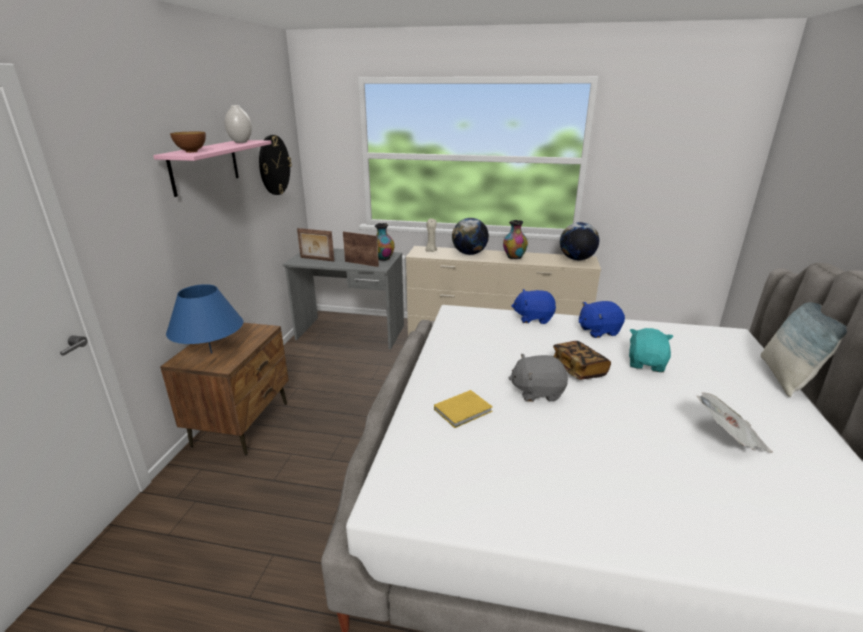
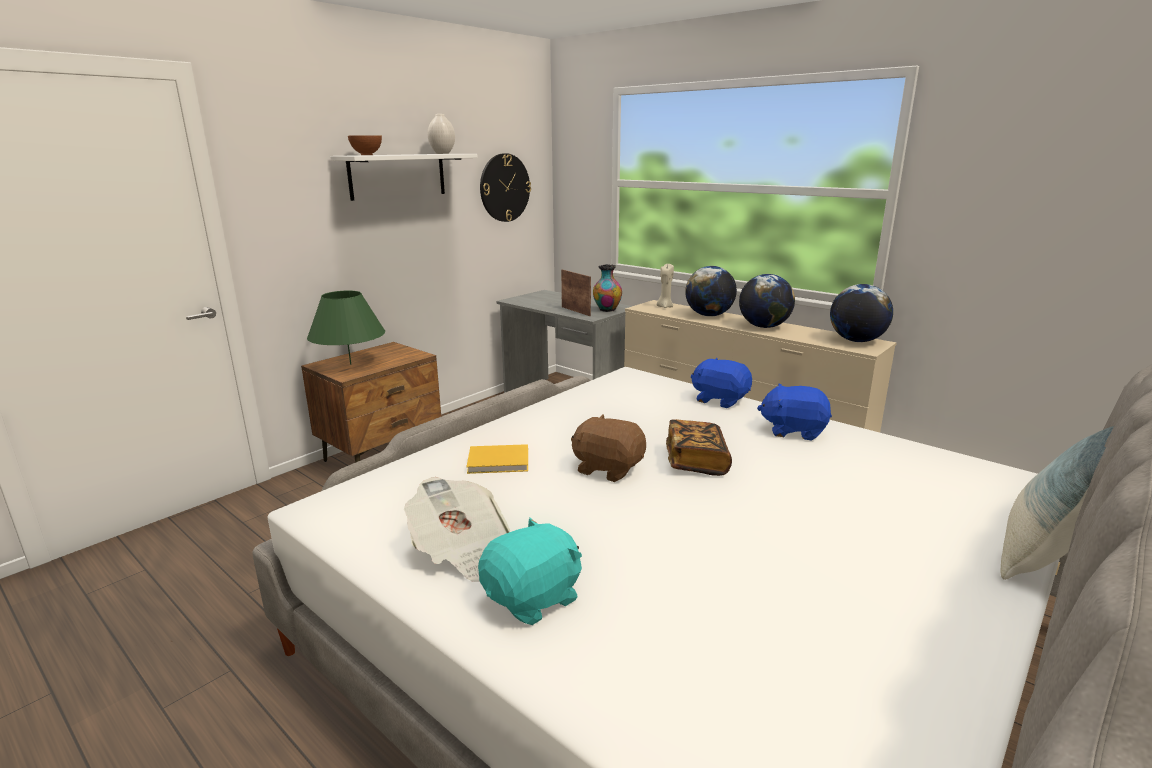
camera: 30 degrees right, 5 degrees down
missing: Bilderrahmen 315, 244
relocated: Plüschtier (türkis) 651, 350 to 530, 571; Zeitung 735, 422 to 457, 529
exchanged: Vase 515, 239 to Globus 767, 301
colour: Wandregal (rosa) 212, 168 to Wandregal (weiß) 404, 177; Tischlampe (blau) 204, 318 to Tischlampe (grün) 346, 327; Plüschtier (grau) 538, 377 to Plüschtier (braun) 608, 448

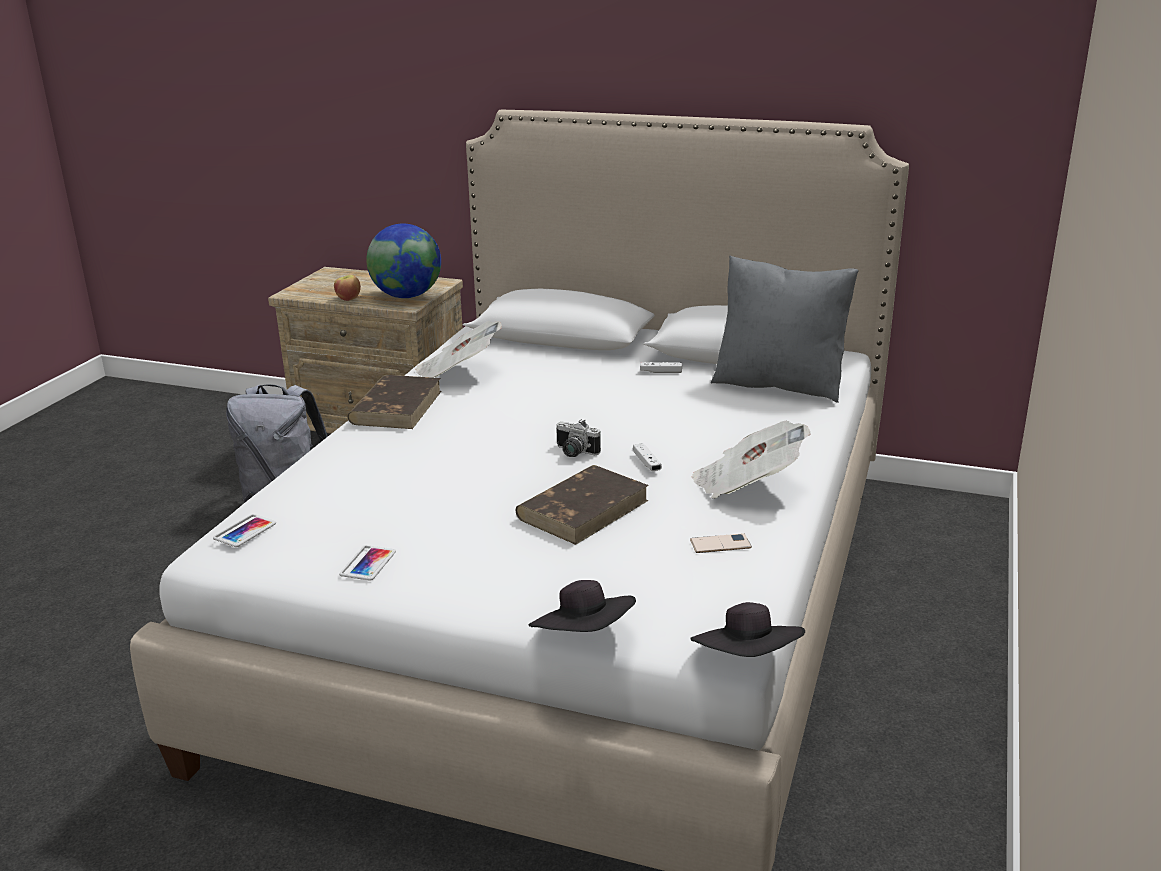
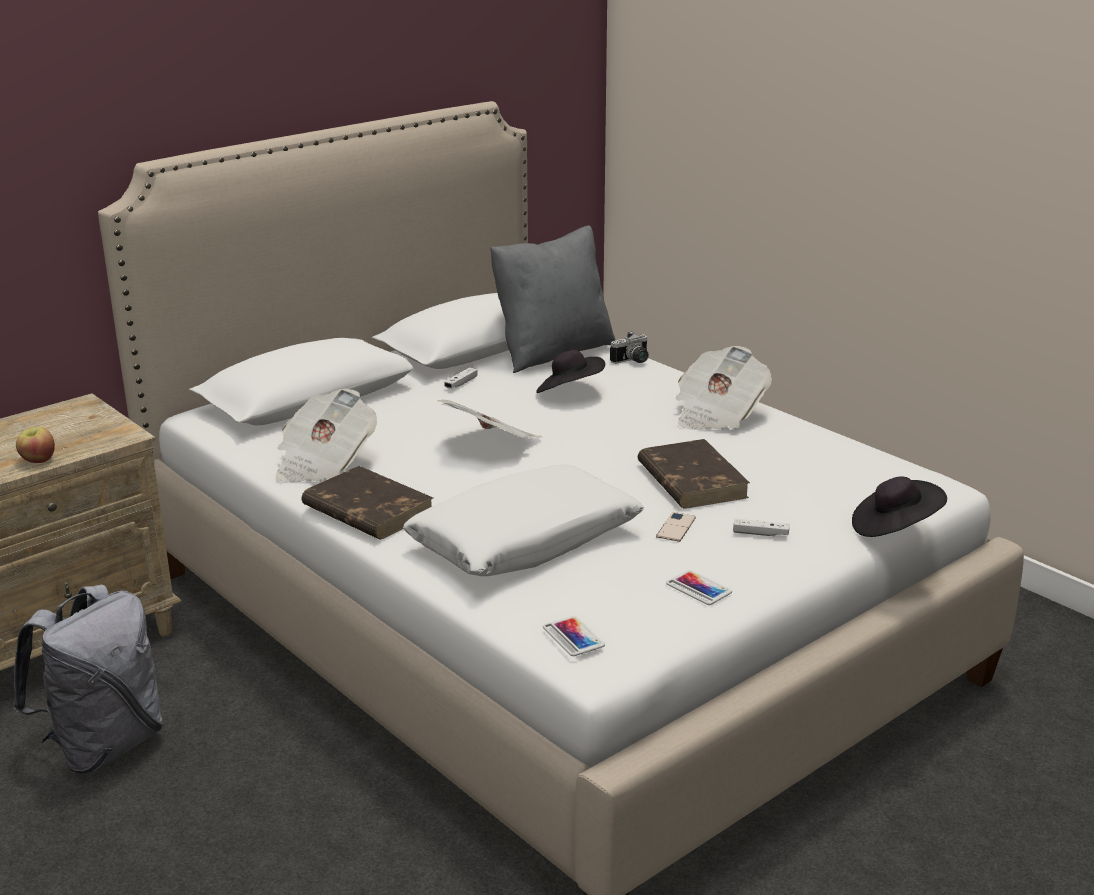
camera: 60 degrees left, 0 degrees up
missing: Globus 403, 260
appeared: Zeitung 490, 419; Kissen (weiß) 523, 520
relocated: Kamera 578, 438 to 629, 347; Gamepad (weiß) 647, 457 to 761, 527; Handy 721, 543 to 676, 527; Hut (schwarz) 747, 629 to 570, 371

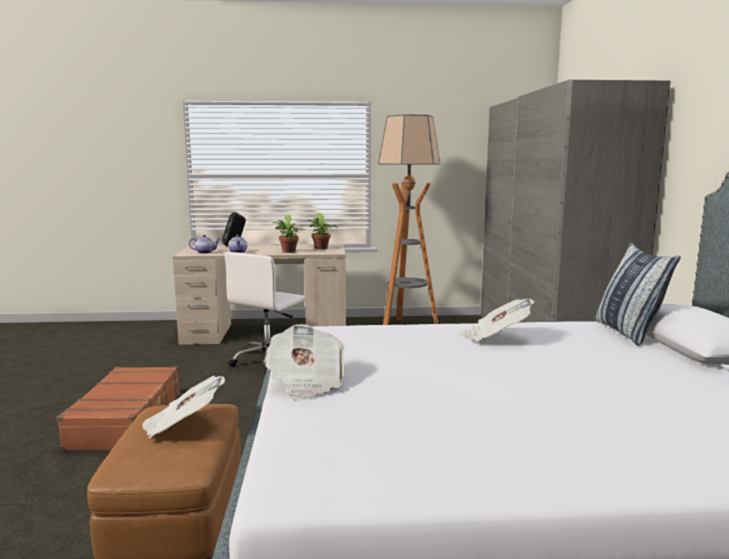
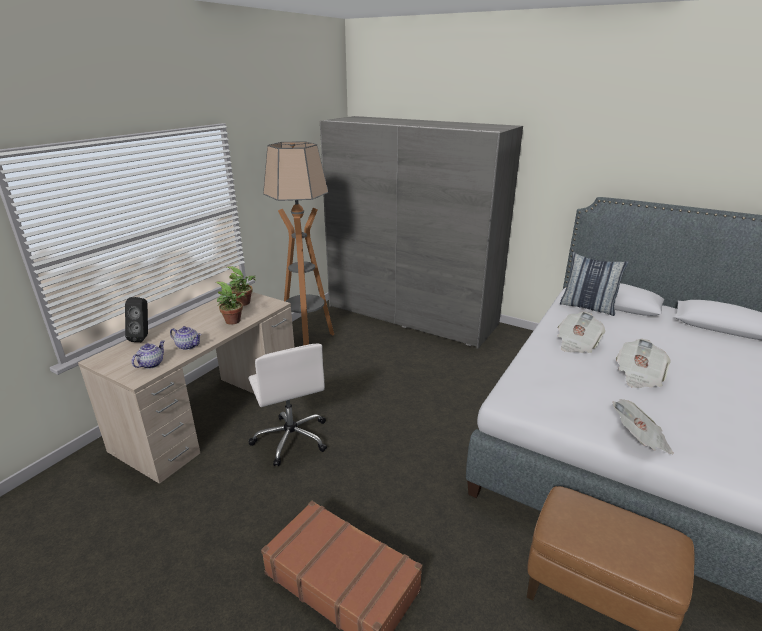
camera: 55 degrees left, 15 degrees up
relocated: Zeitung 183, 407 to 643, 363

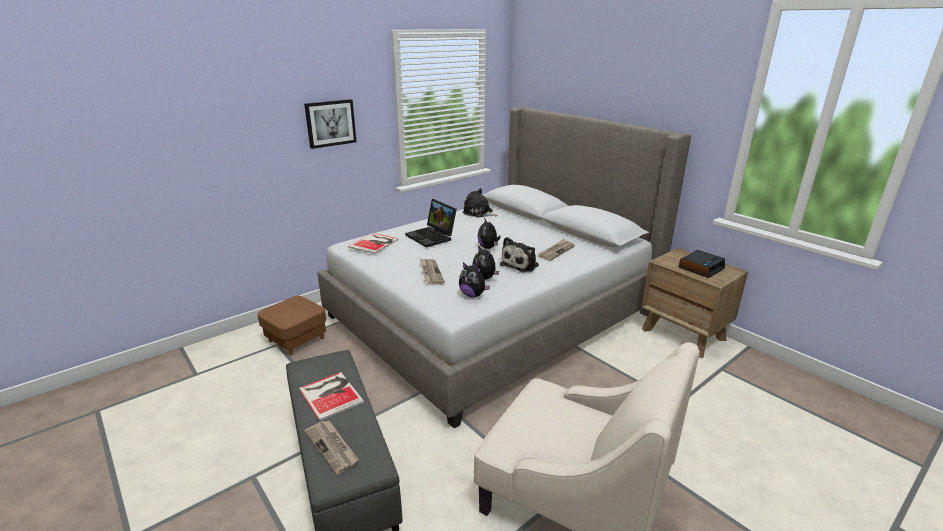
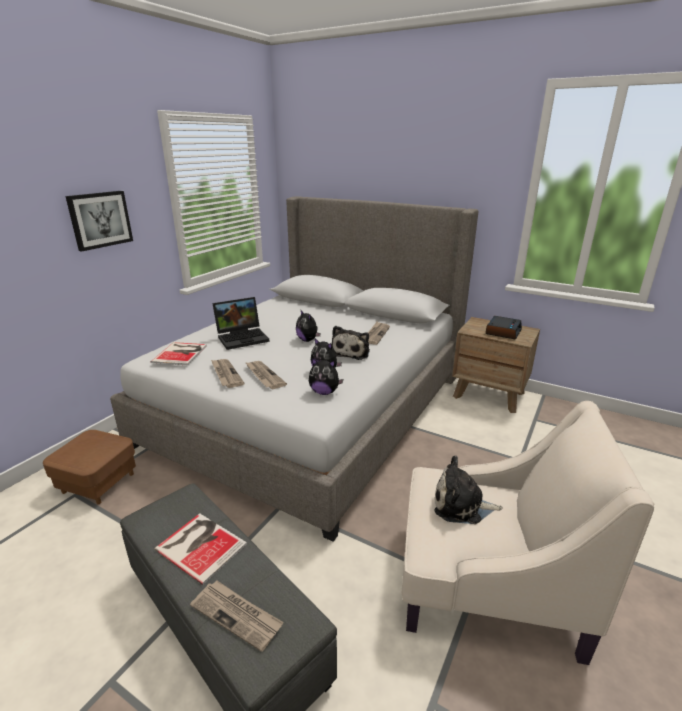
camera: 20 degrees left, 0 degrees up
appeared: Zeitung 228, 373
relocated: Plüschtier 480, 202 to 468, 490
spun: Laptop 431, 223 = 241, 323 60 degrees counterclockwise

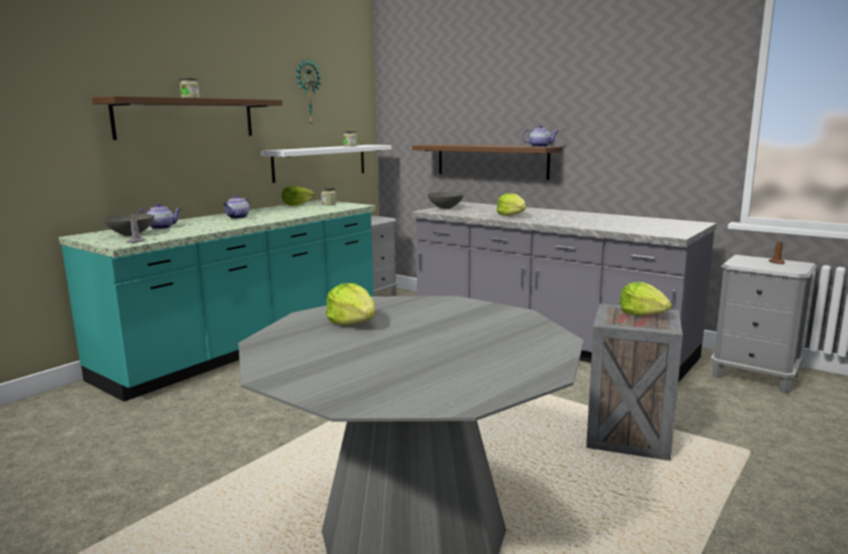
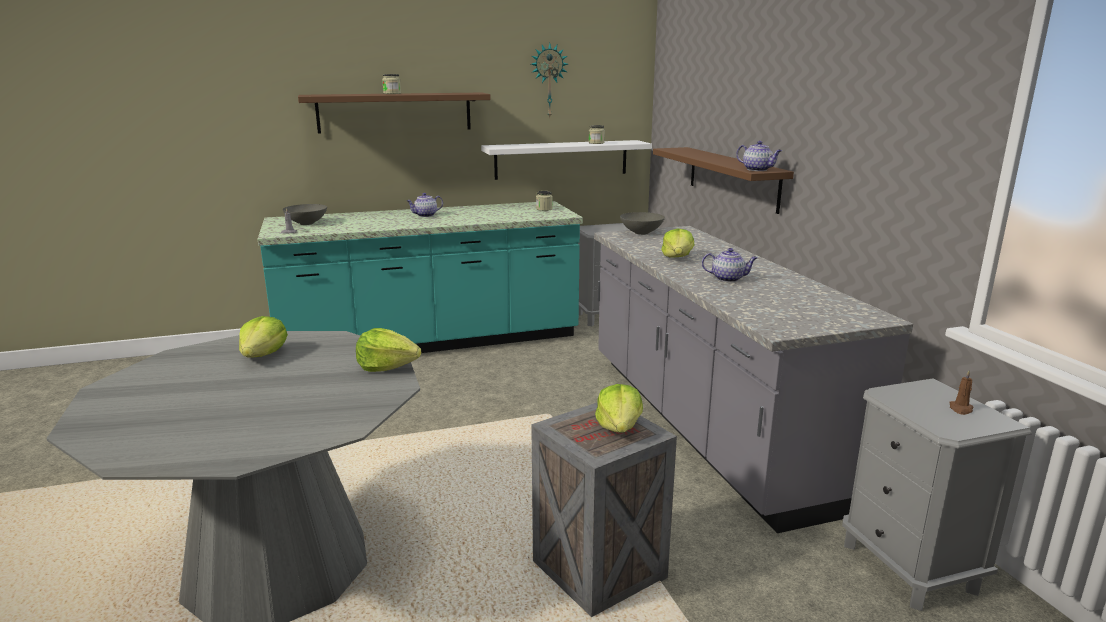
camera: 35 degrees right, 5 degrees up
relocated: Salatkopf 298, 196 to 388, 350; Teekanne 159, 216 to 729, 265

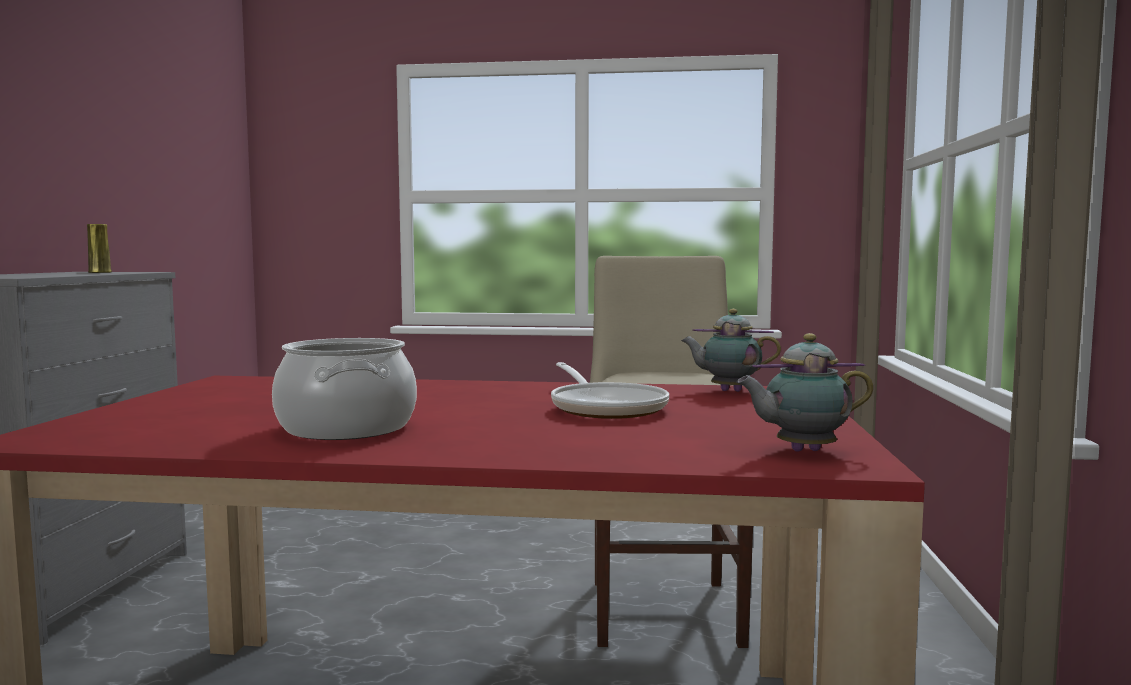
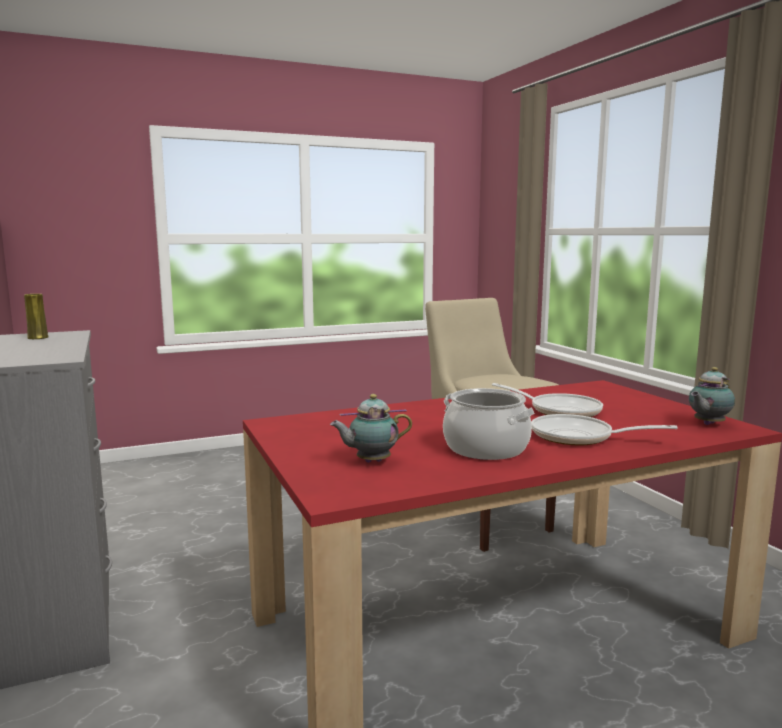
camera: 30 degrees left, 5 degrees up
appeared: Pfanne 604, 429
relocated: Teekanne 731, 350 to 371, 428

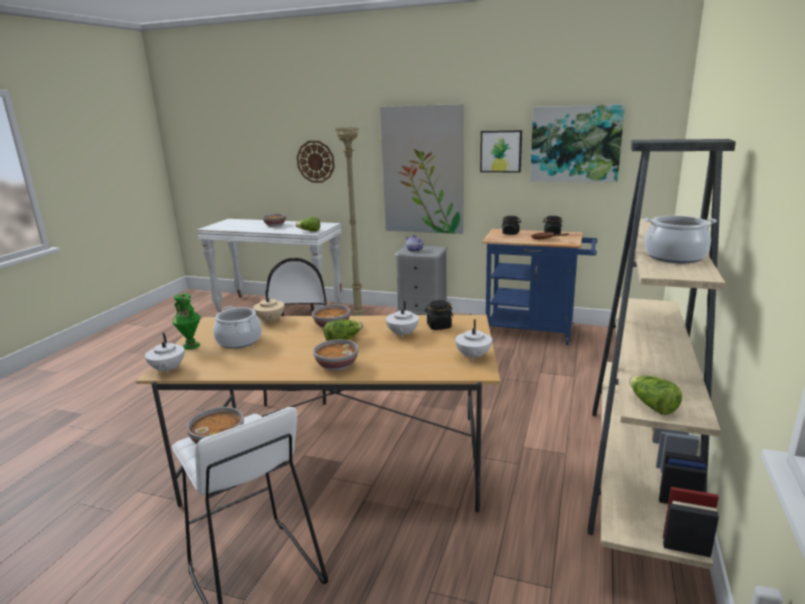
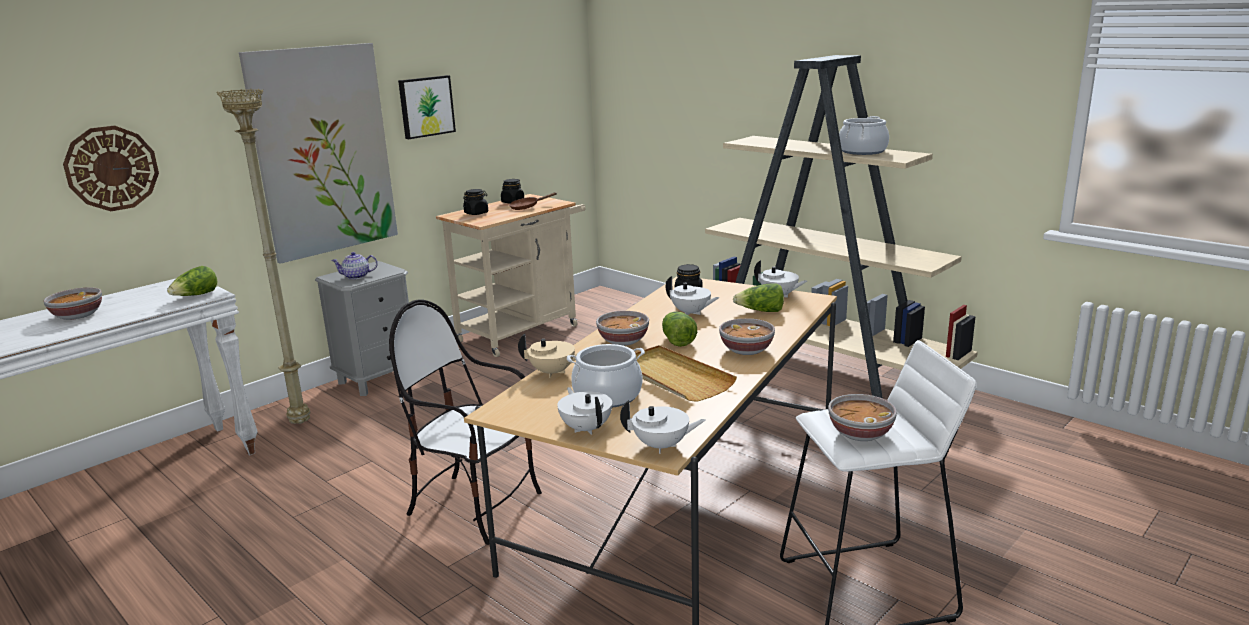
camera: 65 degrees left, 0 degrees up
missing: Bild 577, 143
appeared: Tablett (beige) 686, 373
relocated: Salatkopf 655, 395 to 758, 298
exchanged: Vase (grün) 186, 321 to Teekanne (weiß) 584, 411
colour: Rollwagen (blau) 539, 287 to Rollwagen (beige) 511, 275

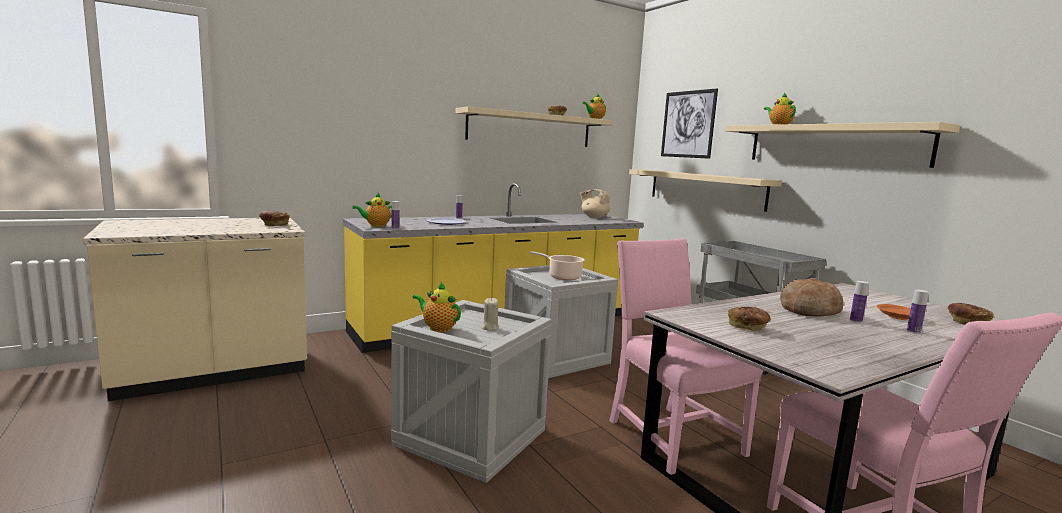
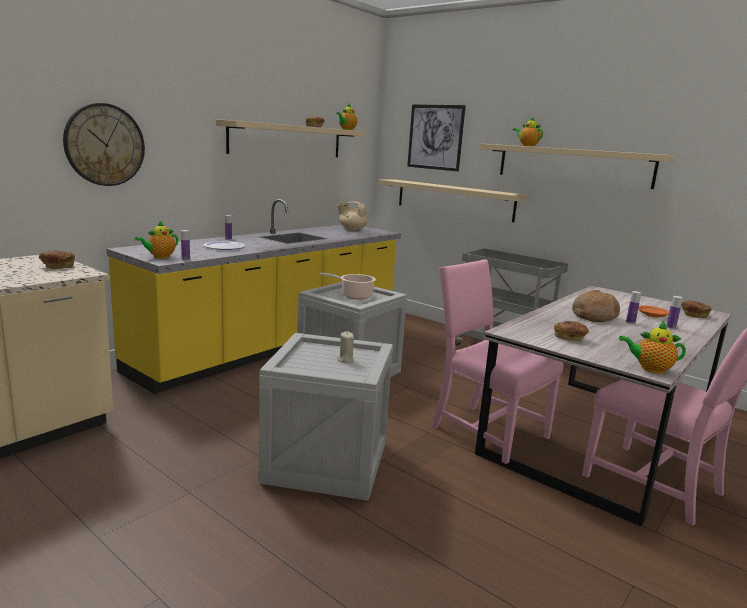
camera: 20 degrees left, 5 degrees up
appeared: Wanduhr 104, 144
relocated: Teekanne 437, 307 to 652, 347

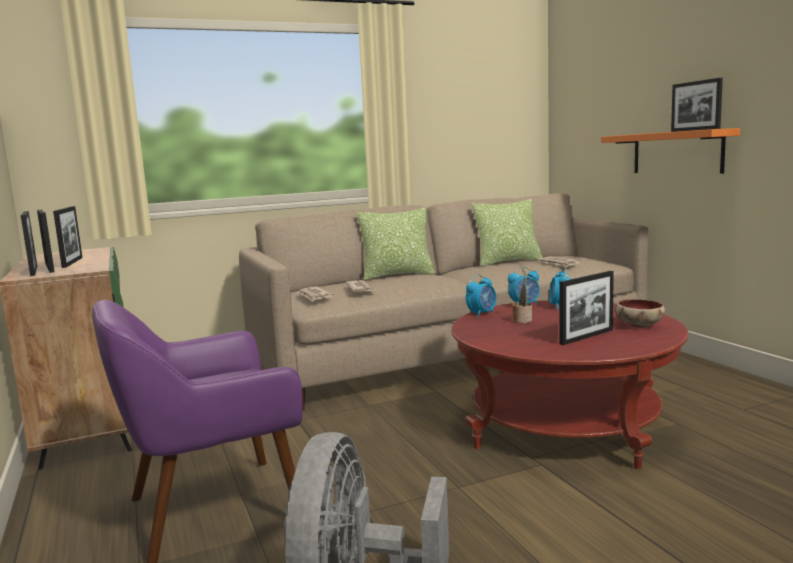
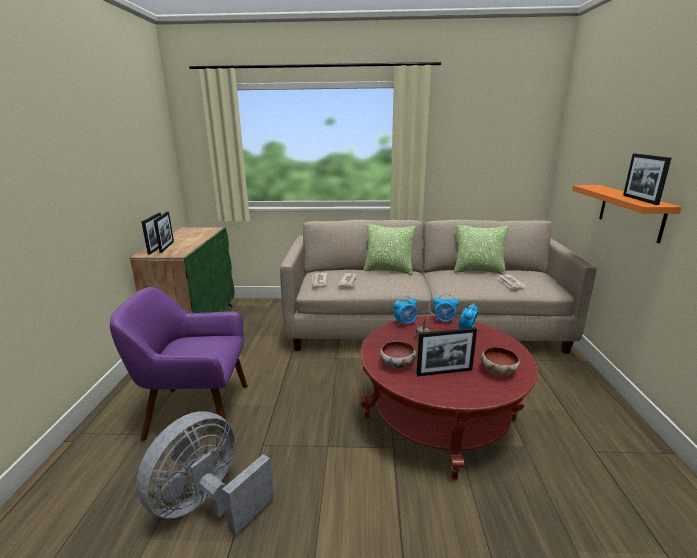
camera: 25 degrees right, 10 degrees up
missing: Bilderrahmen 68, 237
appeared: Schüssel 398, 354

